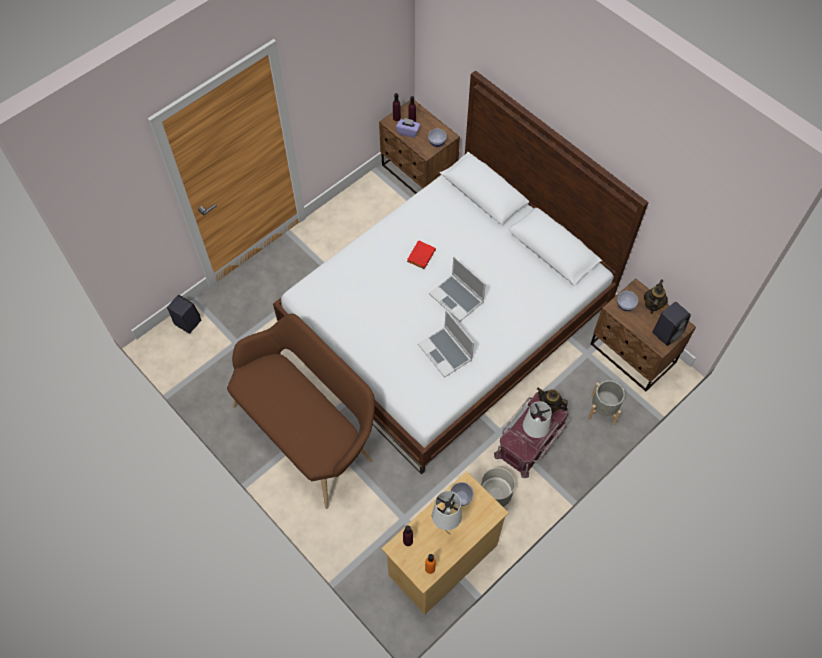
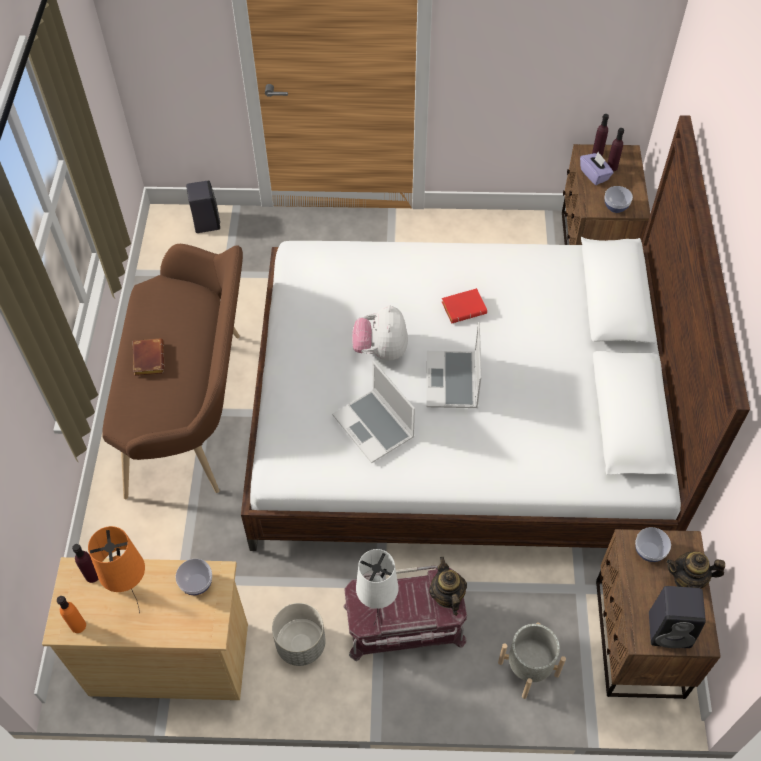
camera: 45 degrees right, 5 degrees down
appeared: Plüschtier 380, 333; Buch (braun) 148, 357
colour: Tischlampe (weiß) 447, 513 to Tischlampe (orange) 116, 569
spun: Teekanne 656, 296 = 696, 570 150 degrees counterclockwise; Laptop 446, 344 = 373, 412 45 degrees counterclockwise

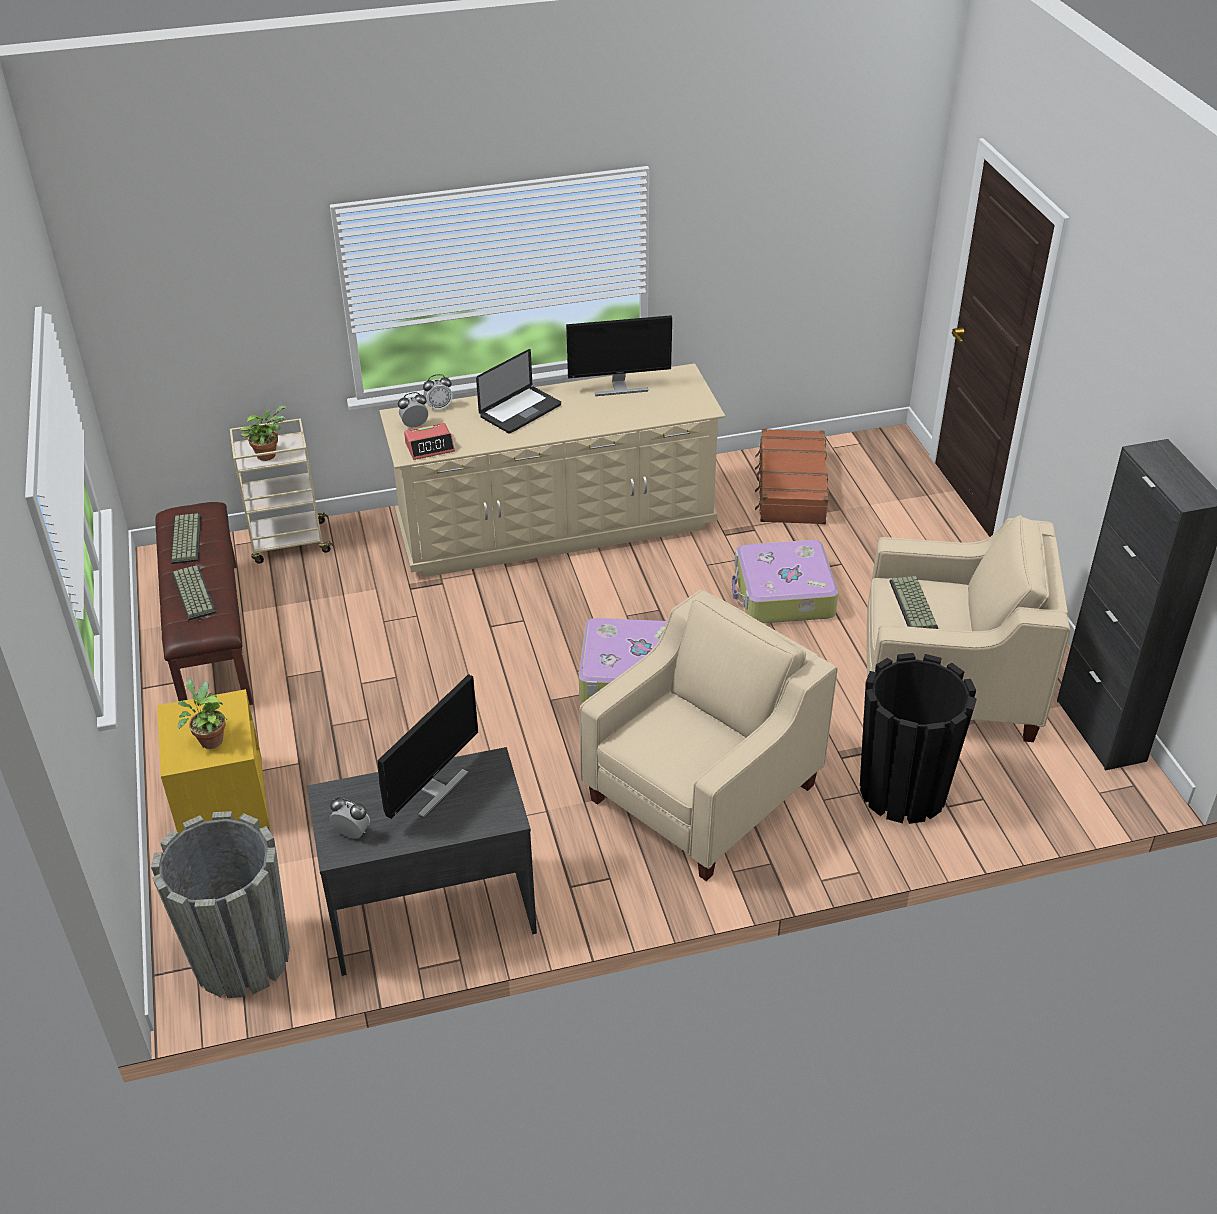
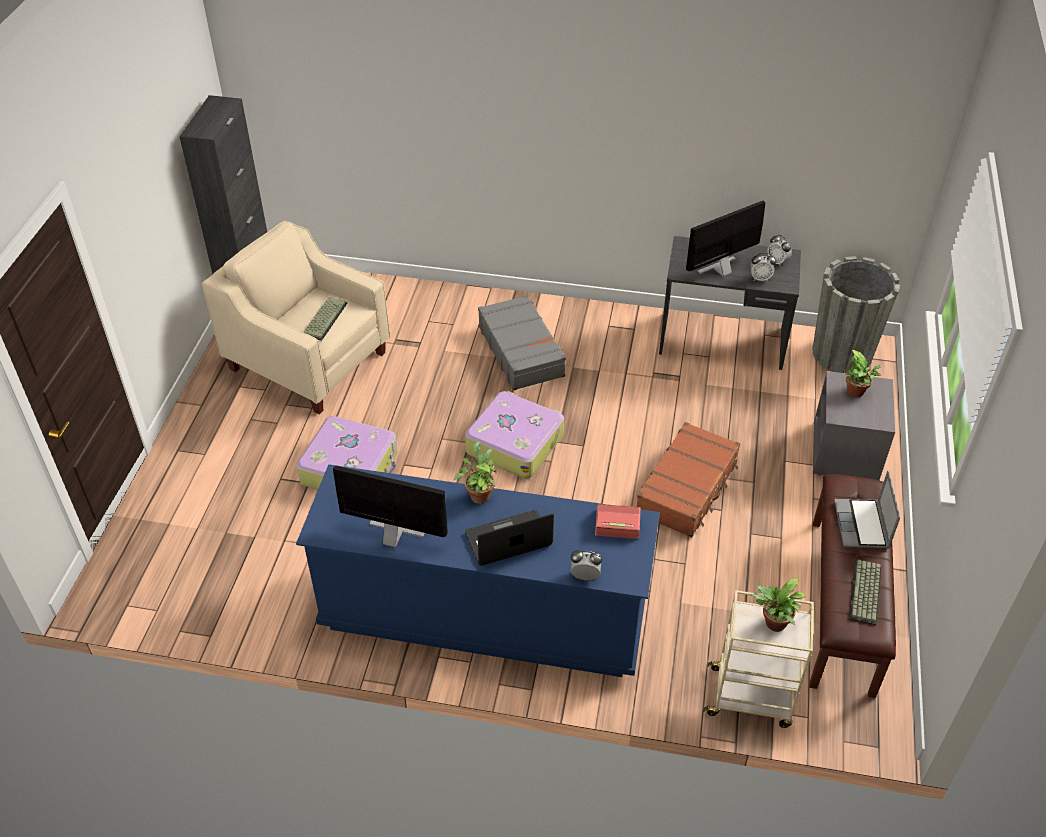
camera: 155 degrees left, 5 degrees up
missing: Pflanzkübel (schwarz) 918, 738
appeared: Topfpflanze 475, 472
relocated: Wecker 413, 410 to 763, 267; Koffer (braun) 792, 476 to 688, 479
exchanged: Tastatur 194, 593 to Laptop 867, 509; Sessel (beige) 709, 735 to Koffer (grau) 522, 342
colour: Kommode (beige) 552, 470 to Kommode (blau) 478, 571; Nachttisch (gelb) 213, 761 to Nachttisch (grau) 854, 425

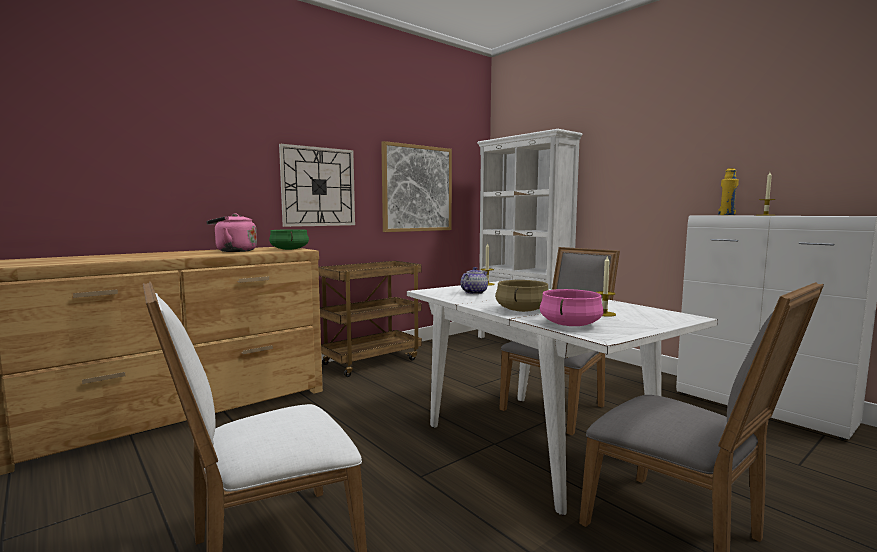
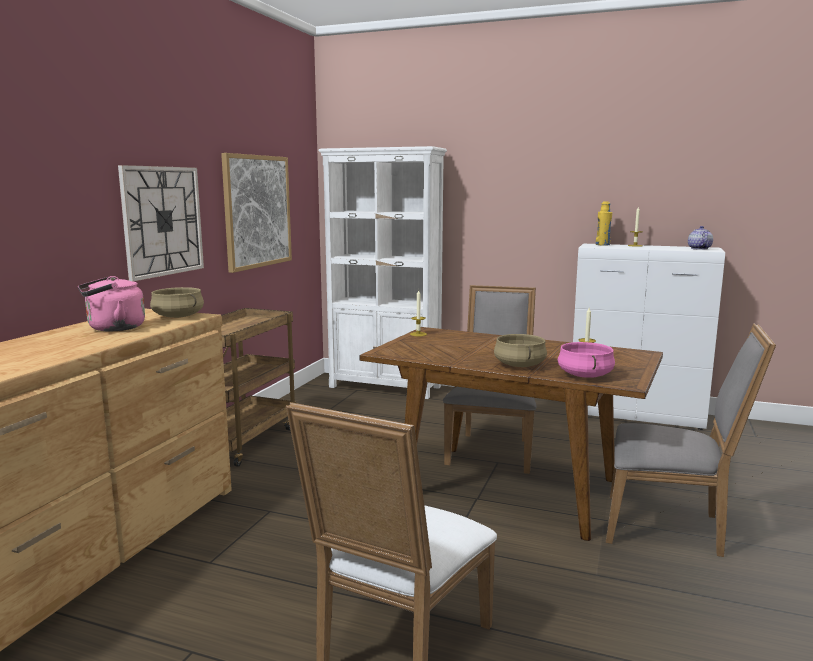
camera: 30 degrees left, 5 degrees up
relocated: Teekanne 474, 280 to 700, 238
colour: Kochtopf (grün) 289, 239 to Kochtopf (beige) 177, 302; Esstisch (weiß) 562, 398 to Esstisch (braun) 511, 434

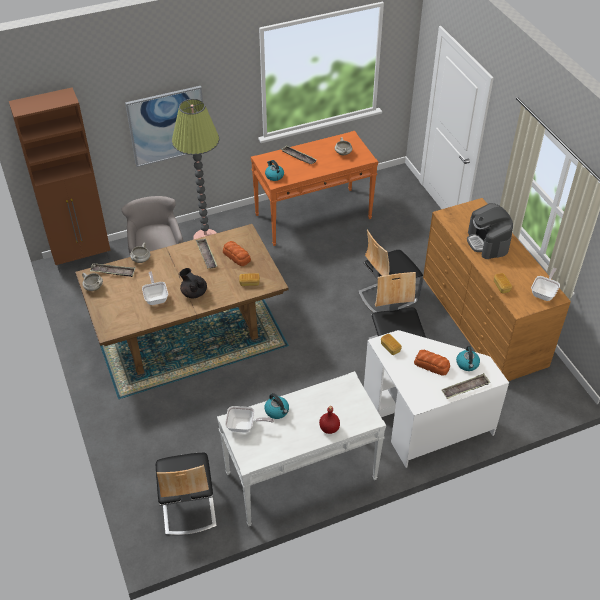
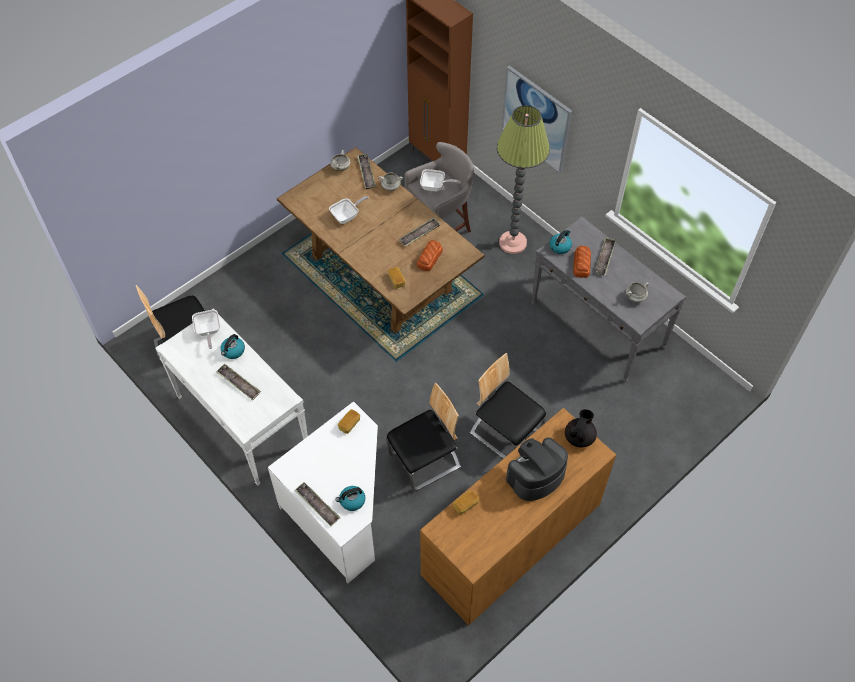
camera: 70 degrees right, 10 degrees up
missing: Flasche (rot) 329, 420
appeared: Tablett 238, 382
relocated: Teekanne (schwarz) 193, 283 to 581, 428; Pfanne 545, 284 to 440, 180; Brot 432, 363 to 582, 262
colour: Konsolentisch (orange) 314, 188 to Konsolentisch (grau) 609, 299

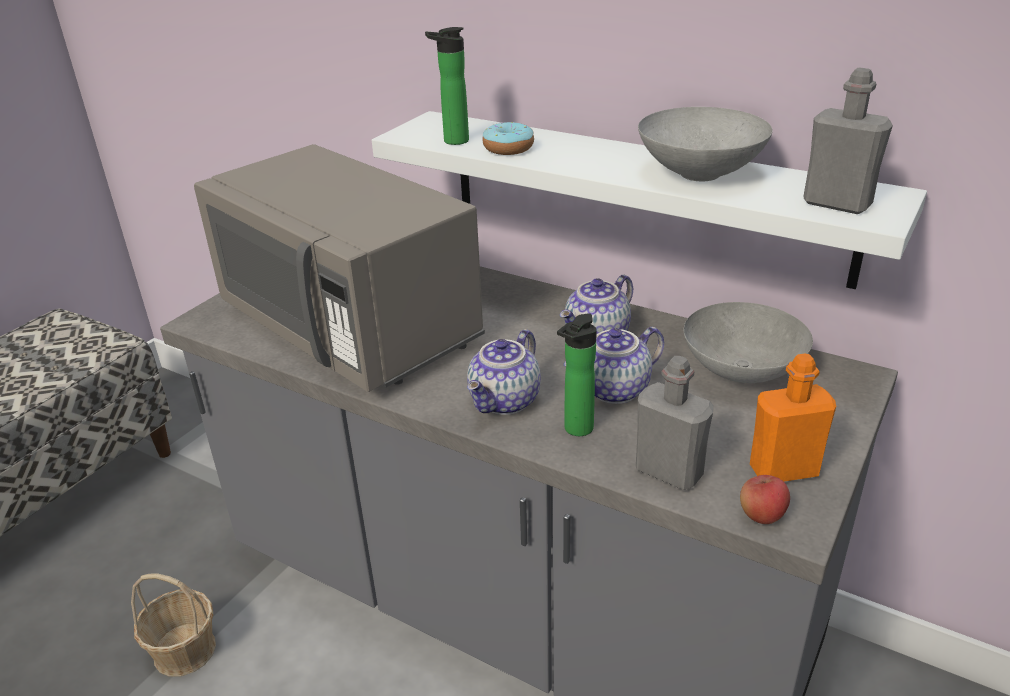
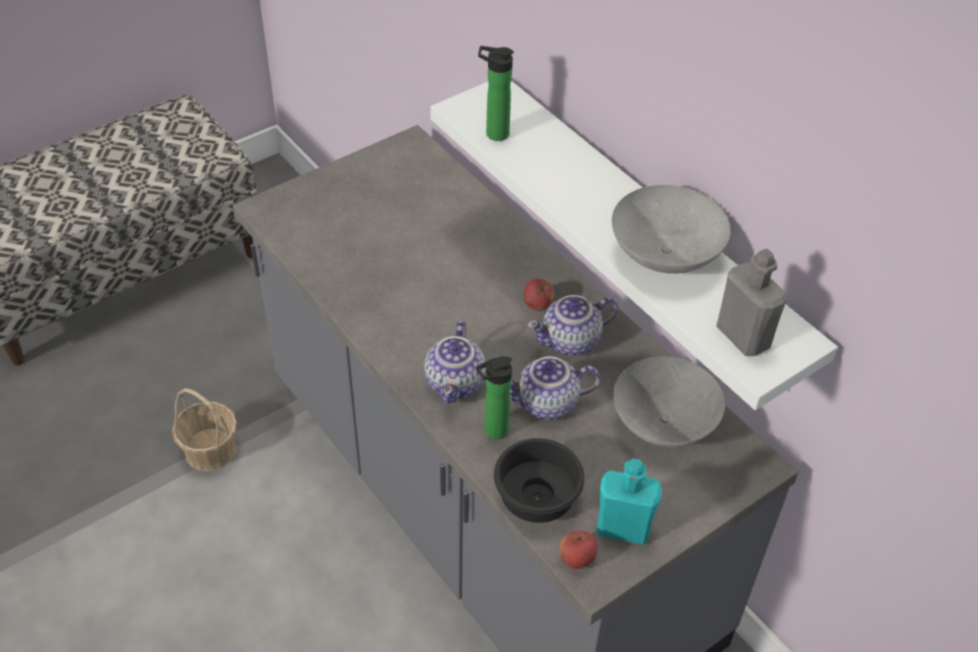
camera: 20 degrees right, 15 degrees up
missing: Donut 508, 138; Mikrowelle (grau) 339, 268
appeared: Apfel 539, 295
exchanged: Flasche (grau) 675, 423 to Schüssel (schwarz) 539, 480
colour: Flasche (orange) 793, 418 to Flasche (türkis) 629, 502
spun: Teekanne 504, 372 = 455, 362 45 degrees counterclockwise

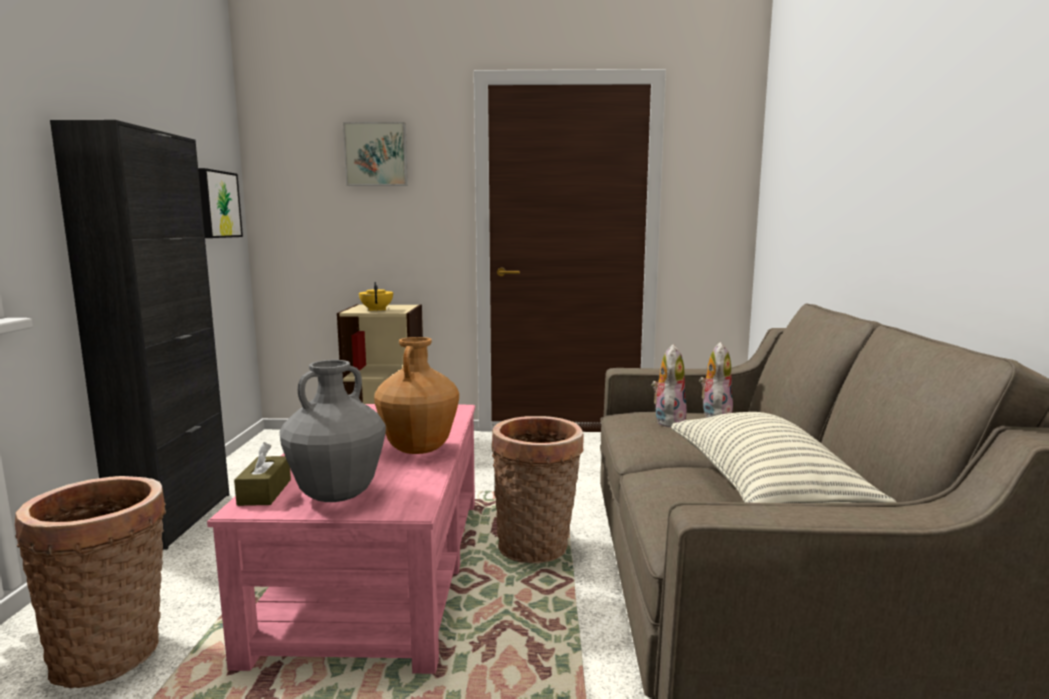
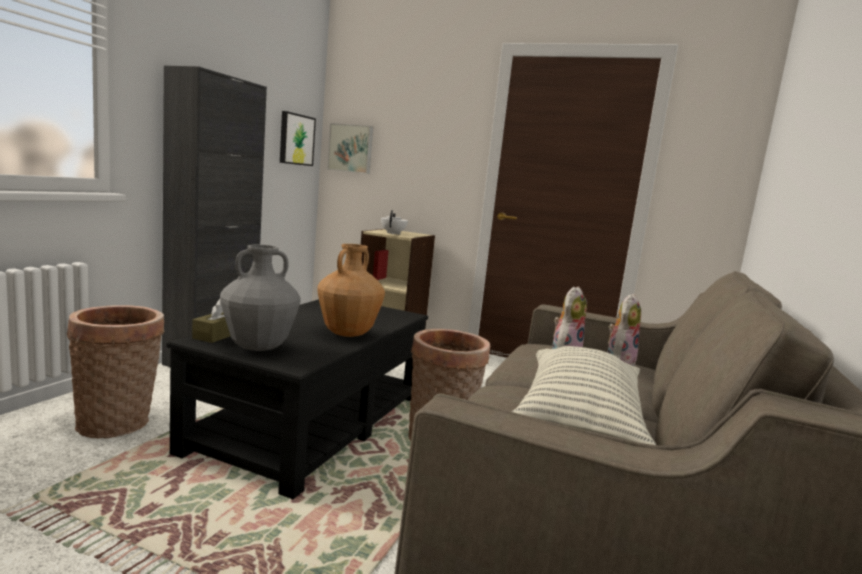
camera: 20 degrees right, 0 degrees up
relocated: Bild 375, 154 to 350, 148
colour: Teekanne (gelb) 376, 296 to Teekanne (weiß) 394, 222; Couchtisch (rosa) 341, 539 to Couchtisch (schwarz) 297, 399

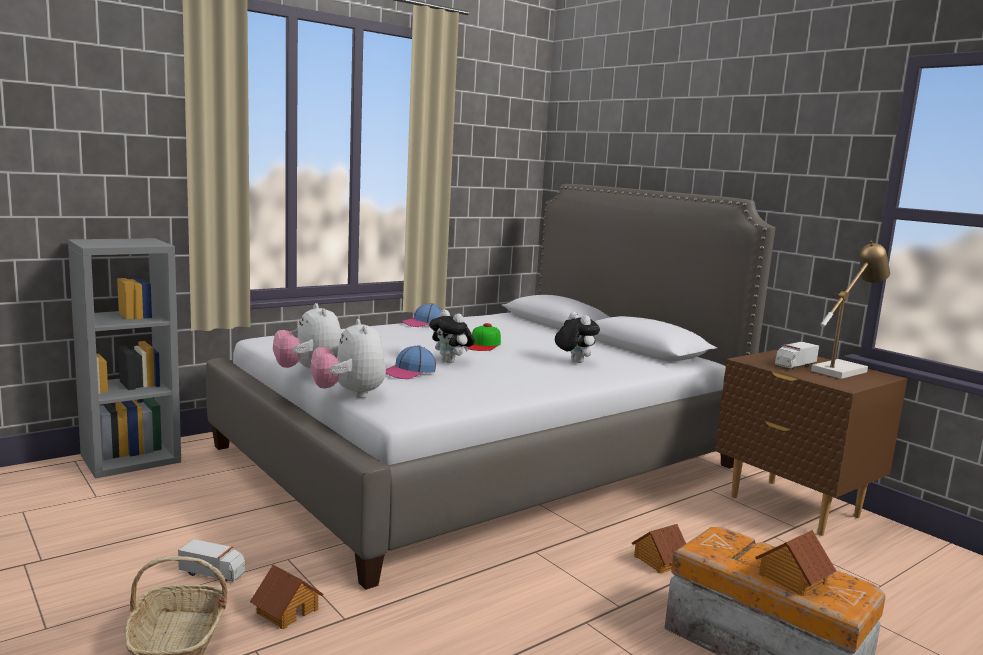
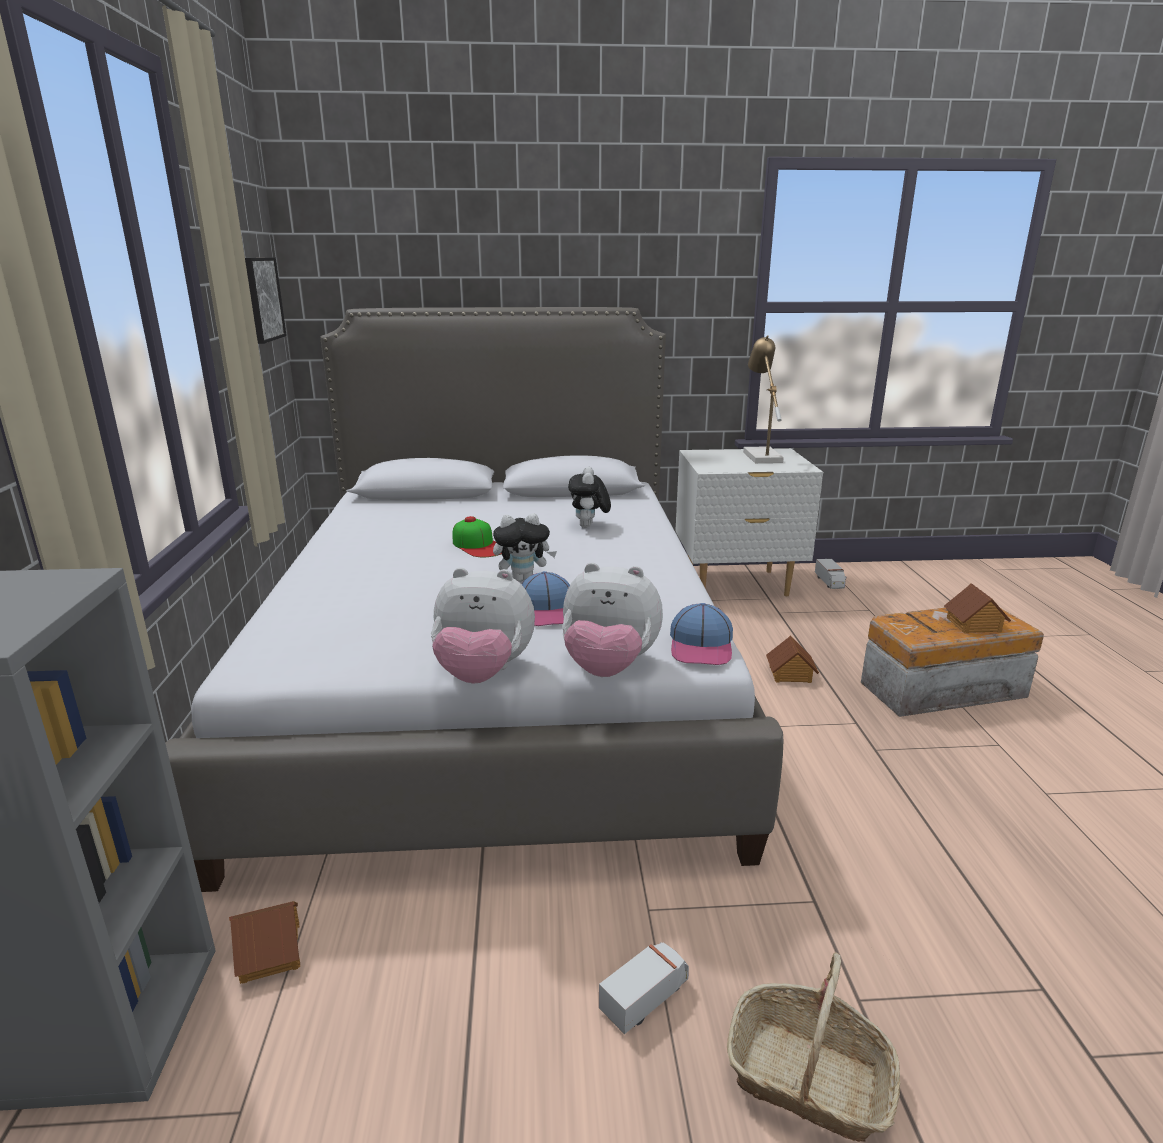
camera: 55 degrees left, 10 degrees up
appeared: Bild 266, 300
relocated: Kappe 421, 315 to 701, 634; Spielzeuglaster 797, 355 to 830, 574; Spielzeughaus 286, 596 to 264, 942
colour: Nachttisch (braun) 811, 442 to Nachttisch (weiß) 749, 522
spun: Plüschtier 577, 337 = 589, 497 90 degrees counterclockwise

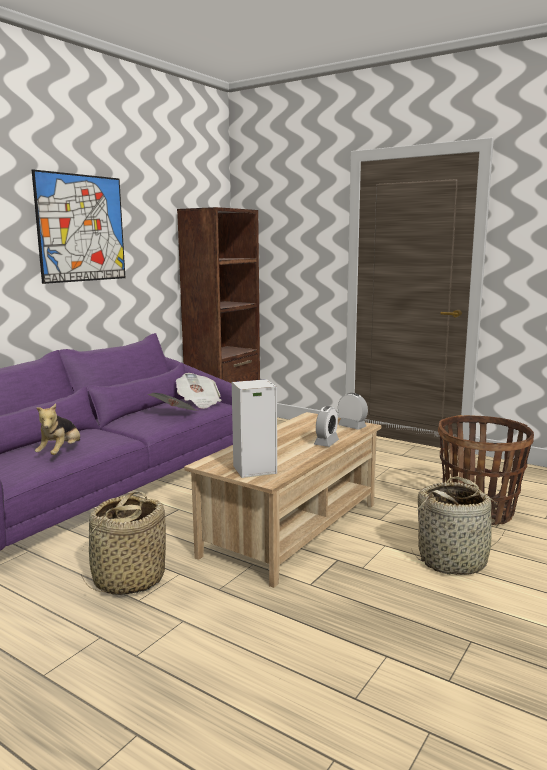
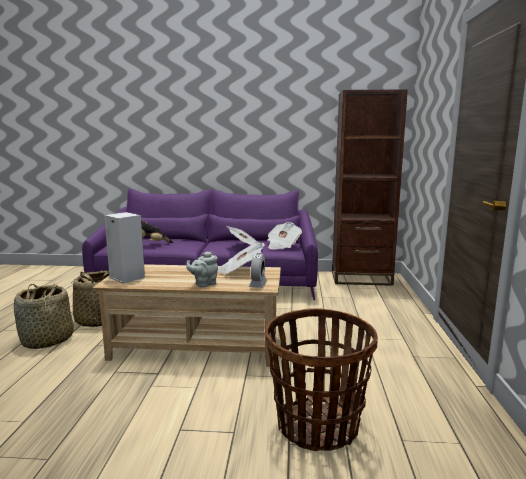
camera: 60 degrees right, 0 degrees up
missing: Bild 78, 226
appeared: Zeitung 241, 259
relocated: Korb 458, 525 to 44, 316
exchanged: Wecker 326, 426 to Teekanne (grau) 202, 269

